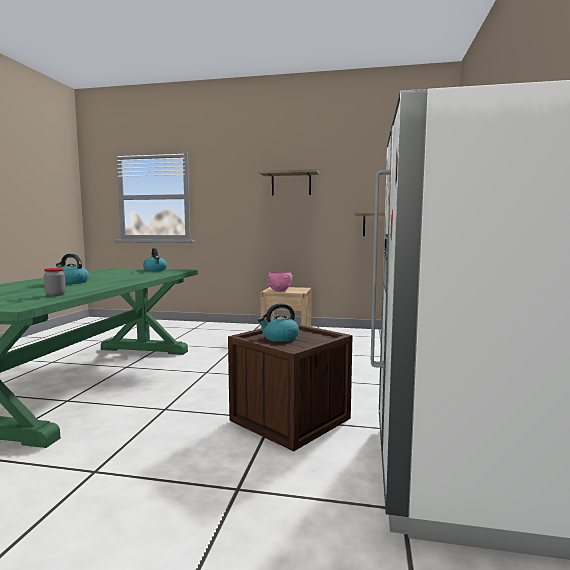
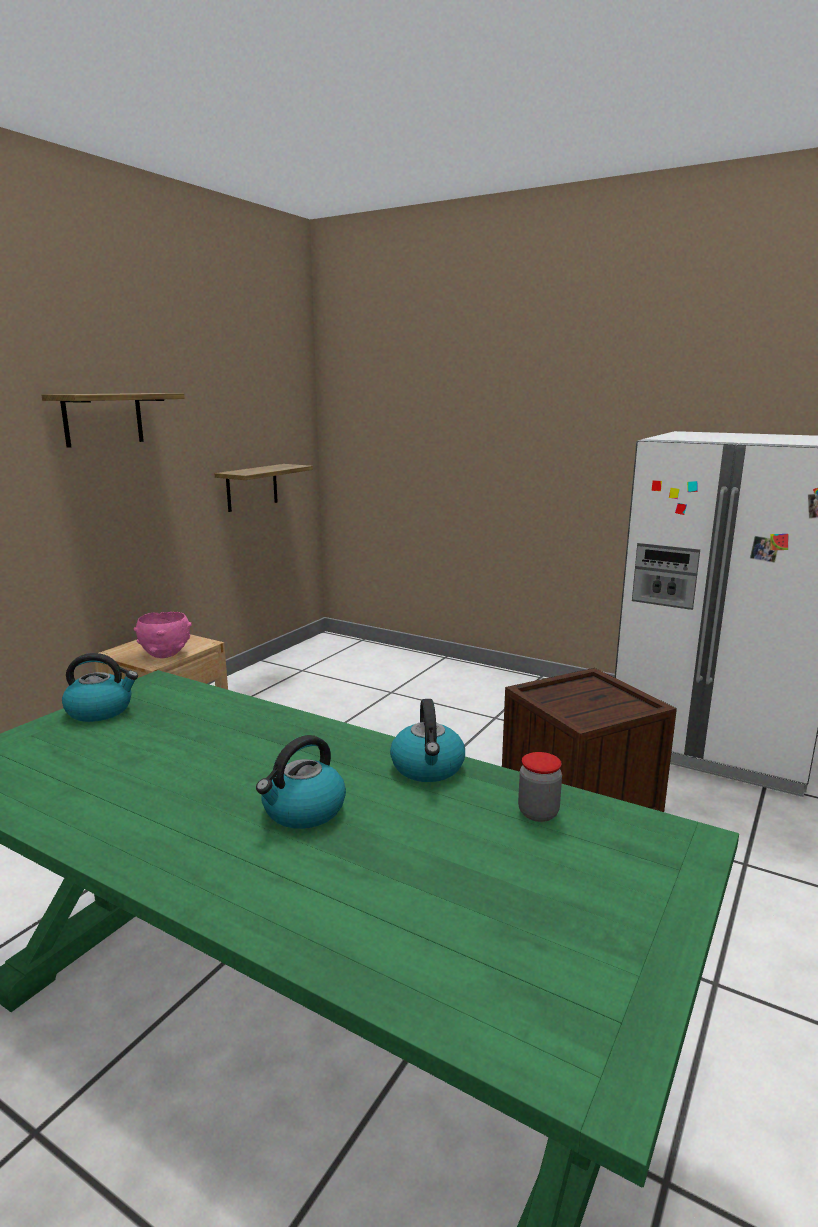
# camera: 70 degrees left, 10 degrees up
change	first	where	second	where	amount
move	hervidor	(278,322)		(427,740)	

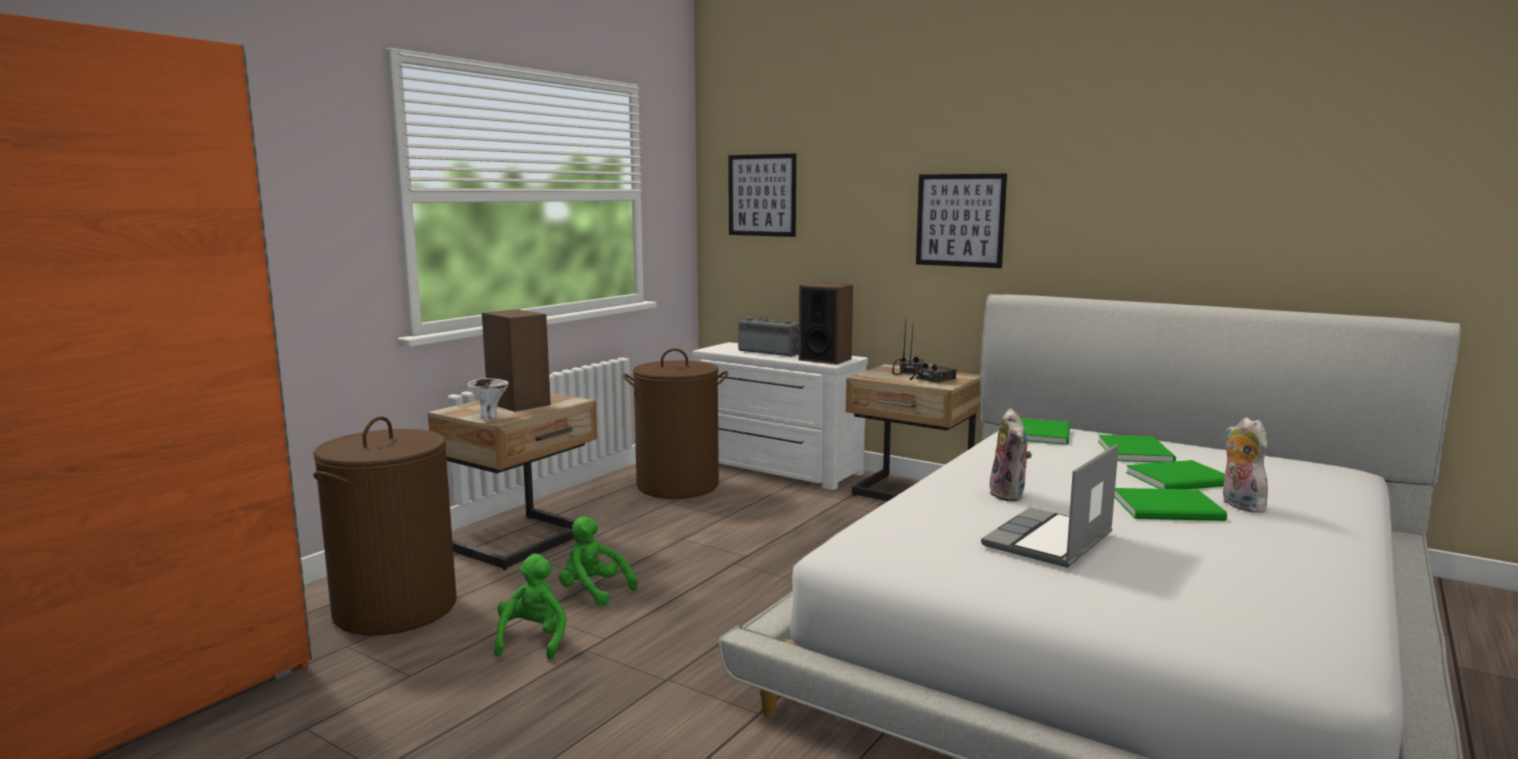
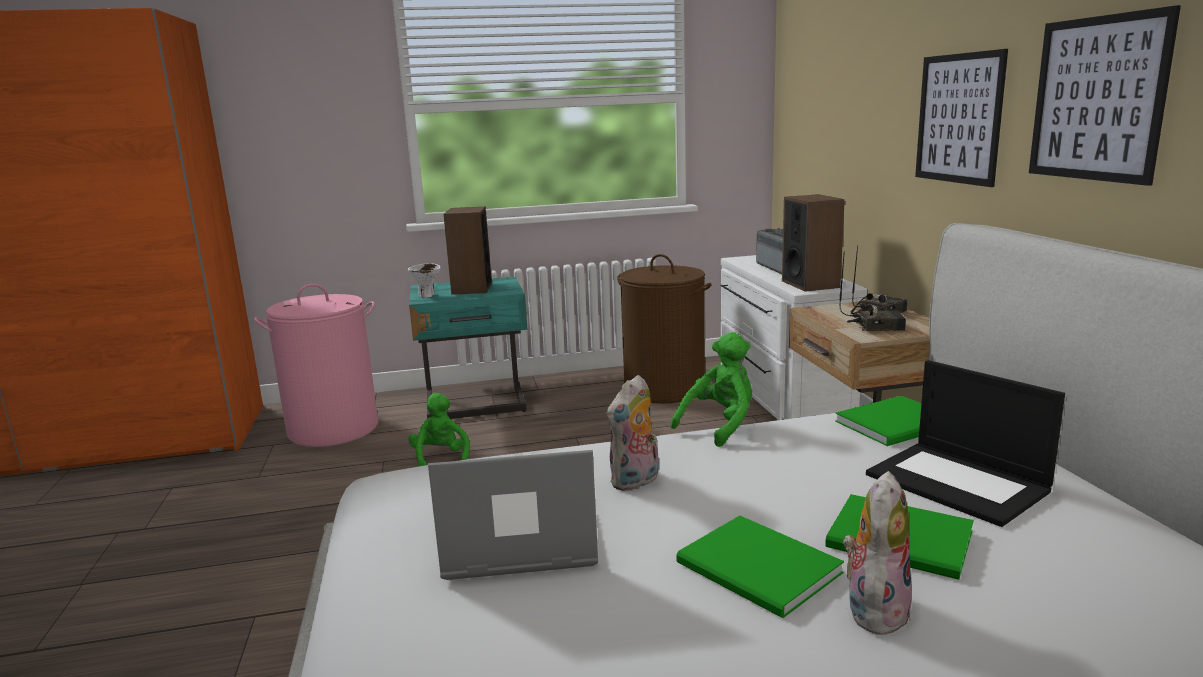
# camera: 45 degrees right, 5 degrees up
change	first	where	second	where	amount
recolor	cesto de la ropa/marrón	(384,526)	cesto de la ropa/rosa	(316,365)	
recolor	mesita de noche/beis	(512,481)	mesita de noche/turquesa	(468,348)	
move	peluche/verde	(530,606)		(711,389)	
move	cuadro	(762,195)		(1105,95)	
replace	libro/verde	(1137,449)	portátil	(965,443)	

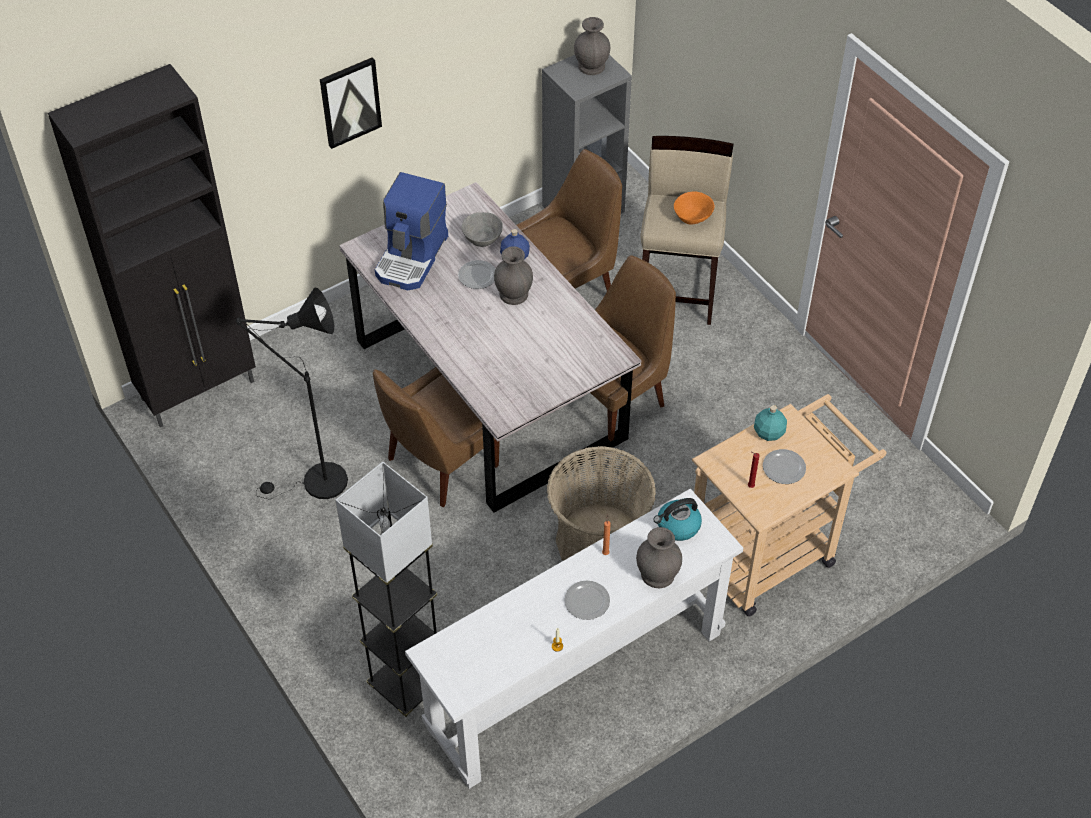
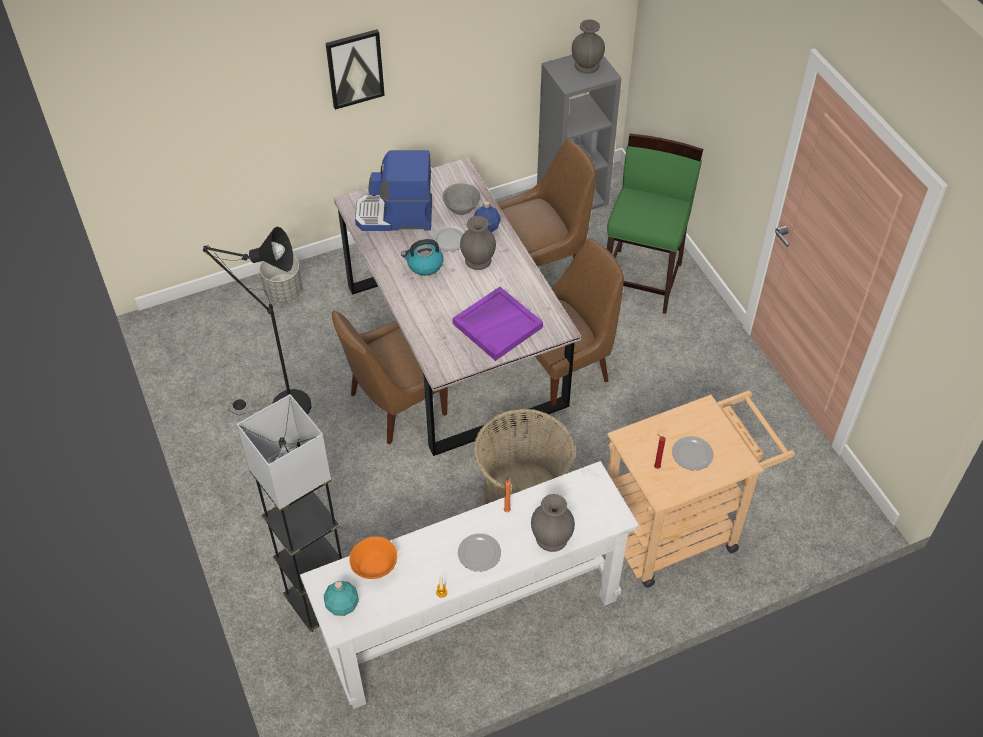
# camera: 10 degrees right, 0 degrees up
change	first	where	second	where	amount
delete	armario/negro	(152,246)			
rotate	cafetera	(411,231)		(393,190)	60 degrees clockwise
recolor	taburete/beis	(687,230)	taburete/verde	(655,224)	
move	hervidor	(677,519)		(422,257)	
move	cuenco/naranja	(694,208)		(373,558)	
move	botella/turquesa	(770,423)		(341,598)	
insert			maceta/gris	(281,279)	
insert			bandeja/morado	(498,324)	

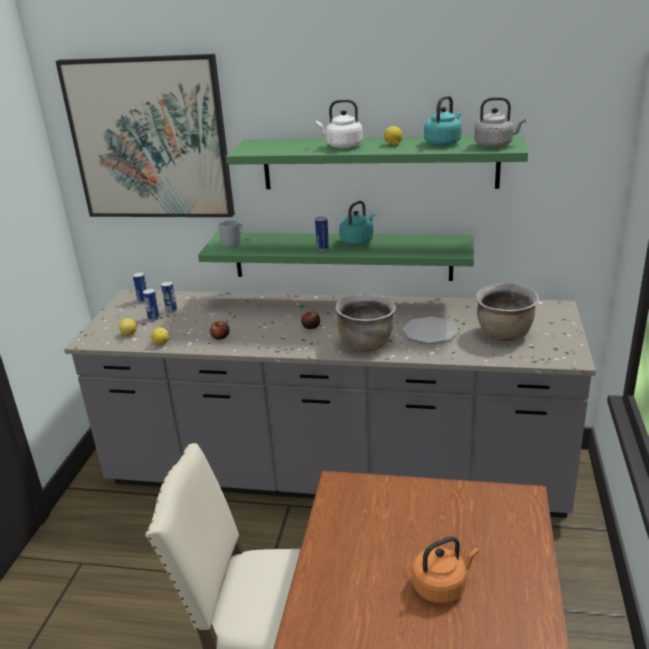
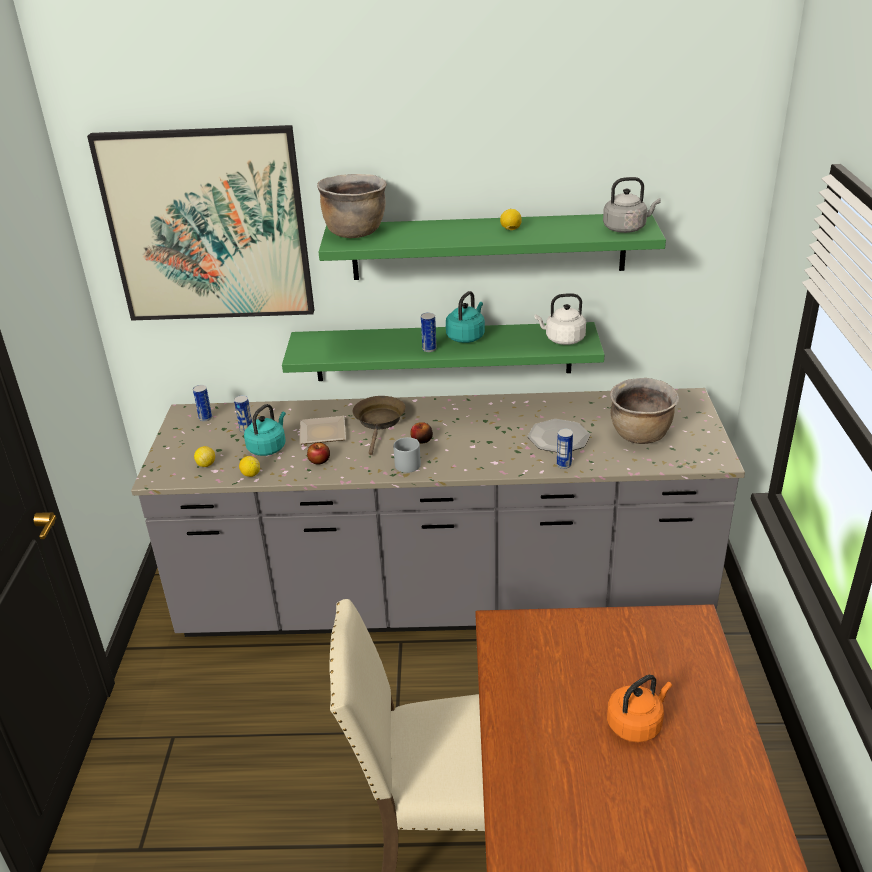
# camera: 10 degrees left, 5 degrees up
change	first	where	second	where	amount
move	lata	(151,305)		(565,449)	
move	taza grande/gris	(230,233)		(407,455)	
move	hervidor/blanco	(339,124)		(560,319)	
move	olla/marrón	(365,323)		(352,206)	
move	hervidor/turquesa	(443,121)		(265,430)	
insert			plato	(323,430)	
insert			sartén/marrón	(379,425)	

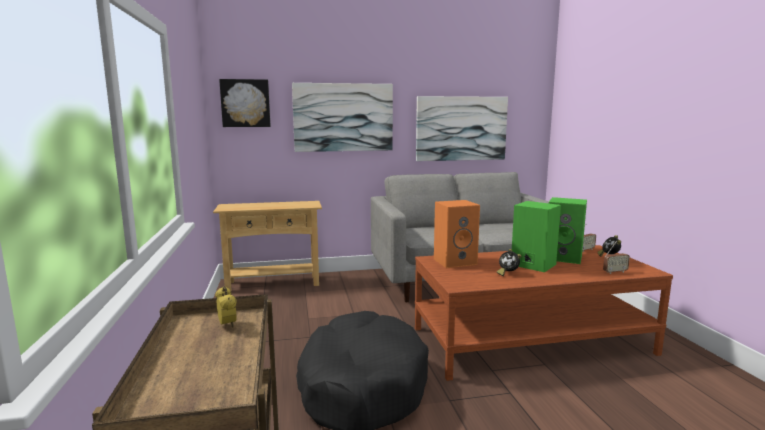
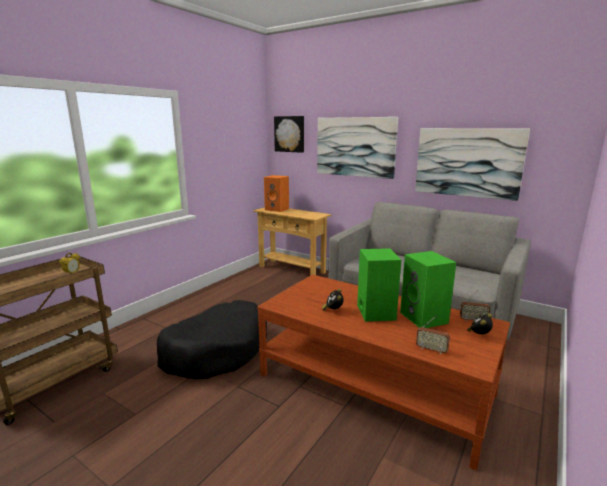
# camera: 45 degrees right, 5 degrees up
change	first	where	second	where	amount
move	altavoz/naranja	(457,234)		(276,193)	

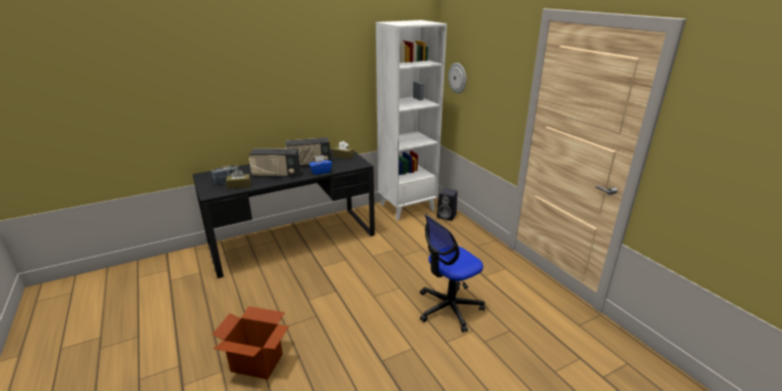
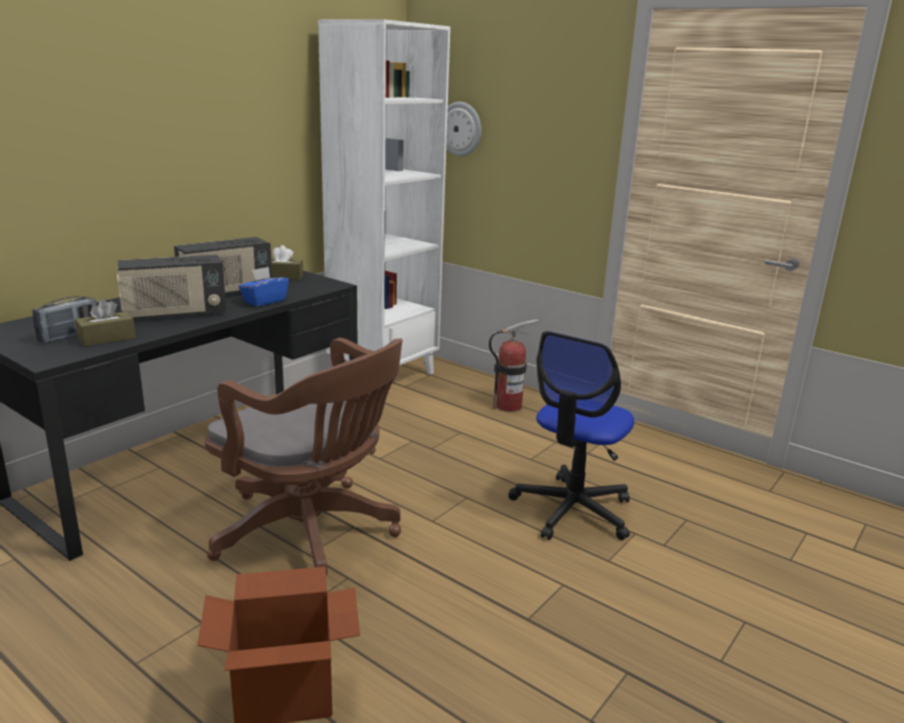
# camera: 25 degrees left, 5 degrees down
change	first	where	second	where	amount
delete	altavoz/negro	(447,204)			
insert			silla de oficina/marrón	(303,456)	
insert			extintor	(514,365)	

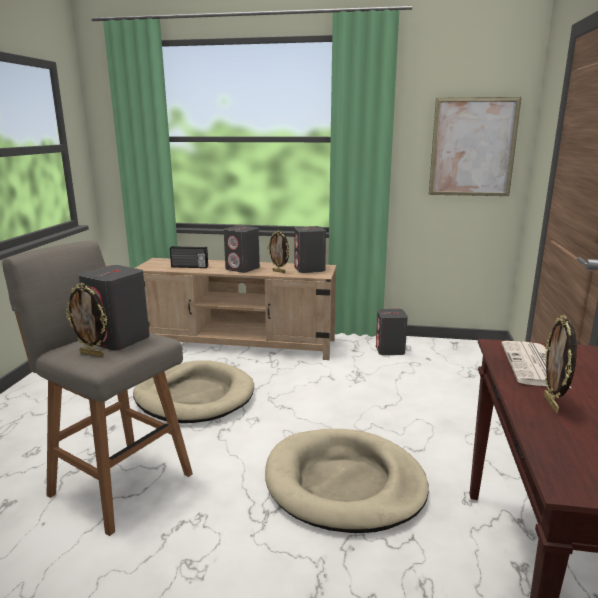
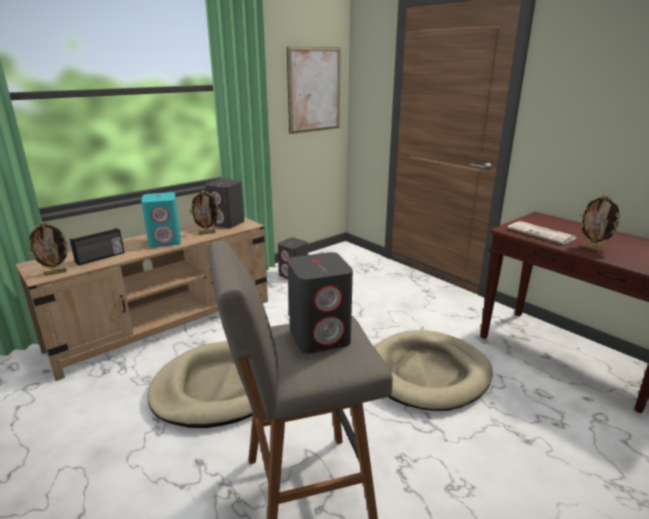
# camera: 50 degrees left, 5 degrees up
change	first	where	second	where	amount
move	portarretratos	(86,320)		(48,249)	
recolor	altavoz/gris	(242,249)	altavoz/turquesa	(161,219)	

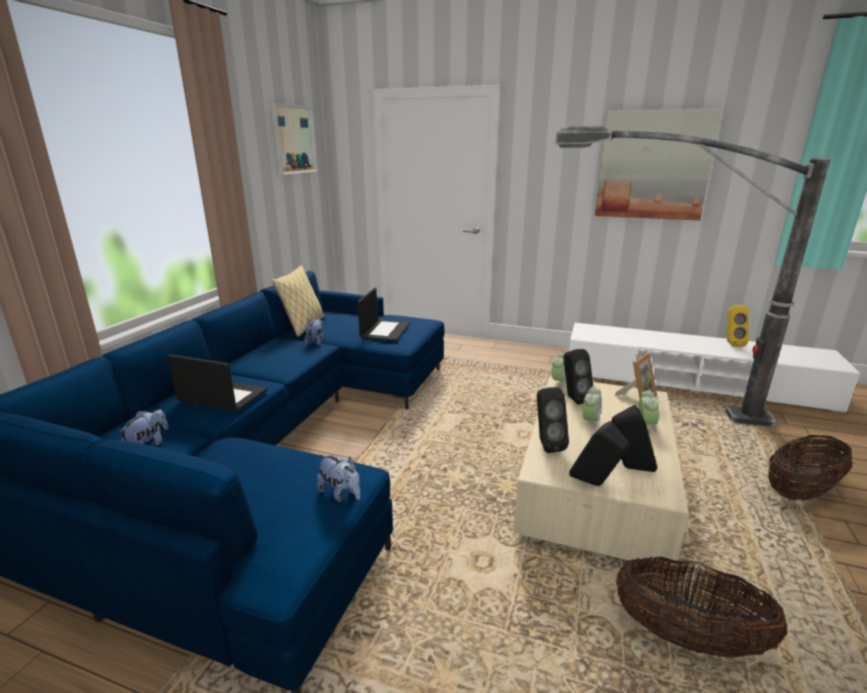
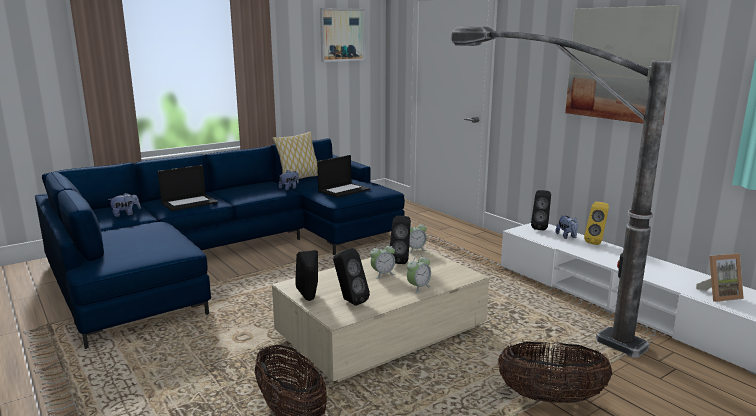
# camera: 35 degrees right, 5 degrees down
change	first	where	second	where	amount
rotate	portátil	(218,383)		(188,188)	90 degrees clockwise
move	peluche	(338,478)		(566,227)	
move	altavoz/negro	(553,420)		(541,210)	
move	portarretratos	(636,375)		(720,277)	
move	altavoz/amarillo	(738,326)		(596,223)	

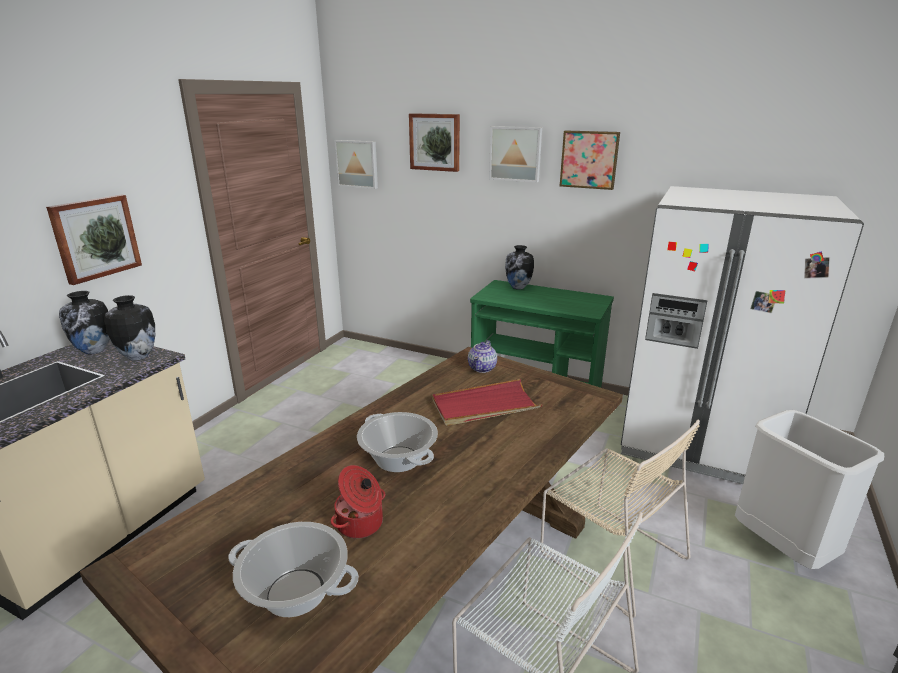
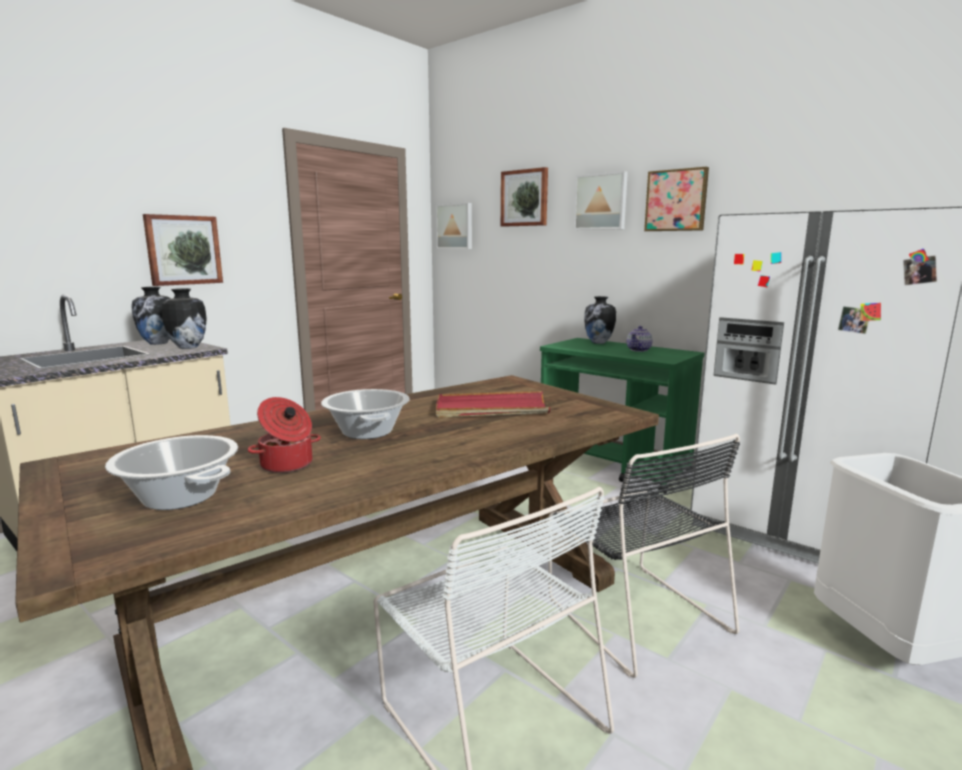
# camera: 15 degrees right, 10 degrees down
change	first	where	second	where	amount
move	tetera	(482,356)		(639,339)	
recolor	silla/beis	(620,519)	silla/negro	(644,556)	

